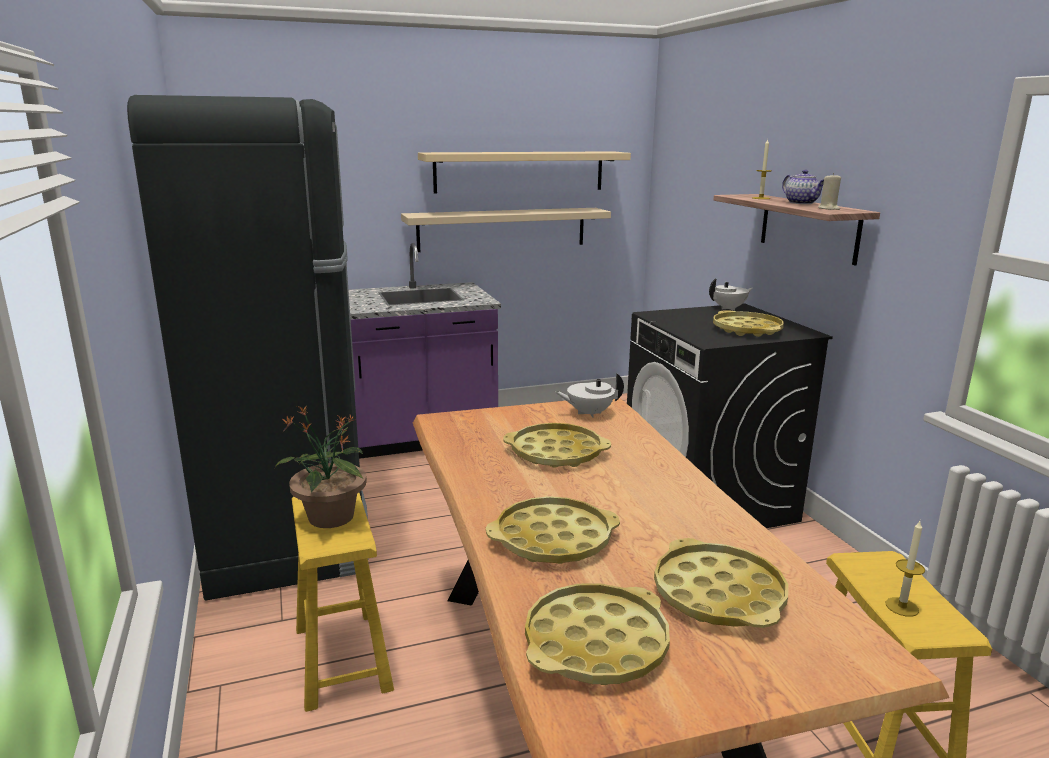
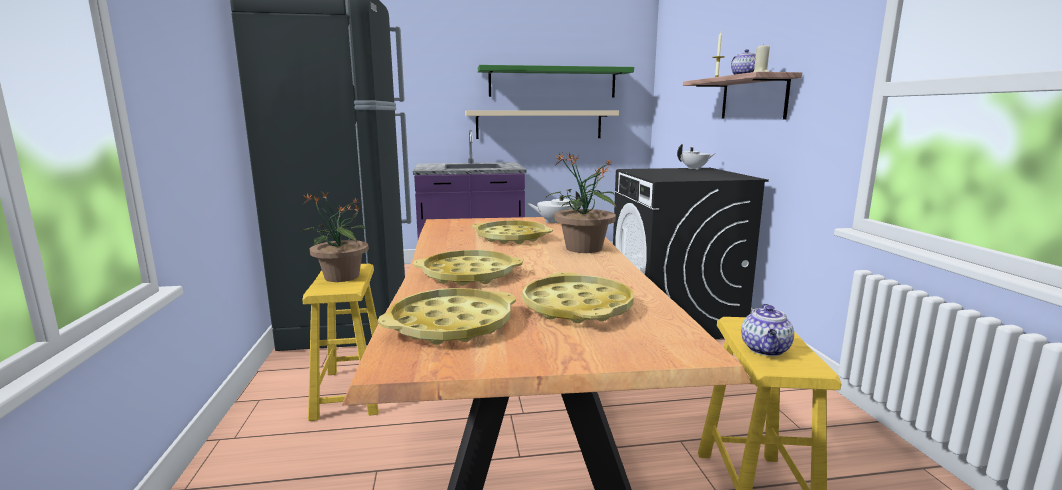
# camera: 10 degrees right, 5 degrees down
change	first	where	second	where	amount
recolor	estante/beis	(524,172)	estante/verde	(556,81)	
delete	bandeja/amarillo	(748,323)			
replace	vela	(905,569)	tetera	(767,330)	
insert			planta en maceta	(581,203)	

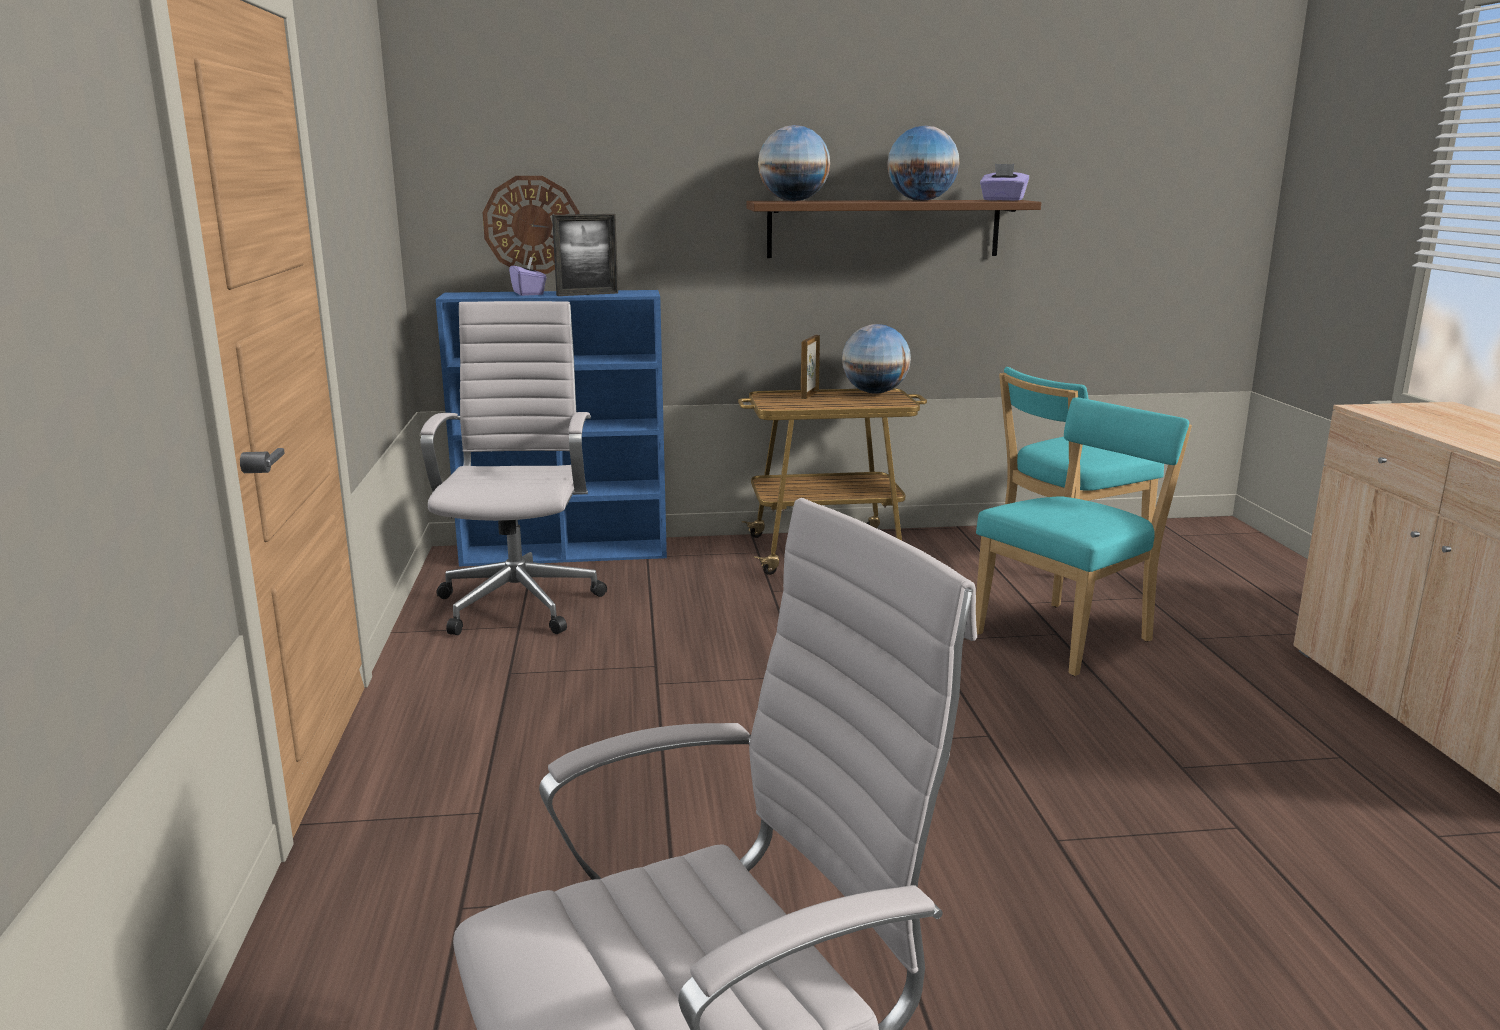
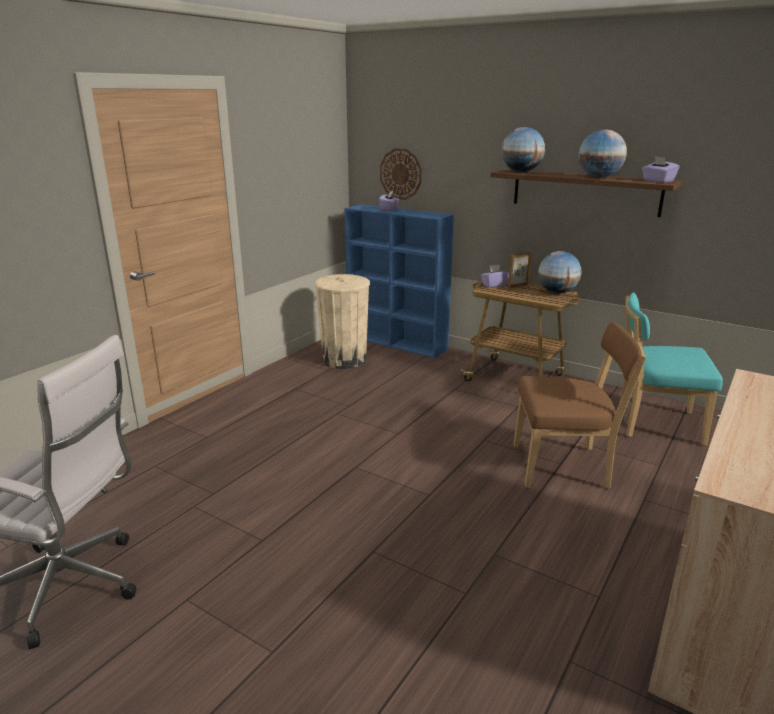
# camera: 40 degrees right, 5 degrees up
change	first	where	second	where	amount
replace	silla de oficina/blanco	(513,468)	papelera/beis	(342,321)	
delete	portarretratos	(585,255)			
recolor	silla/turquesa	(1084,536)	silla/marrón	(580,405)	
insert			caja de pañuelos/morado	(495,276)	

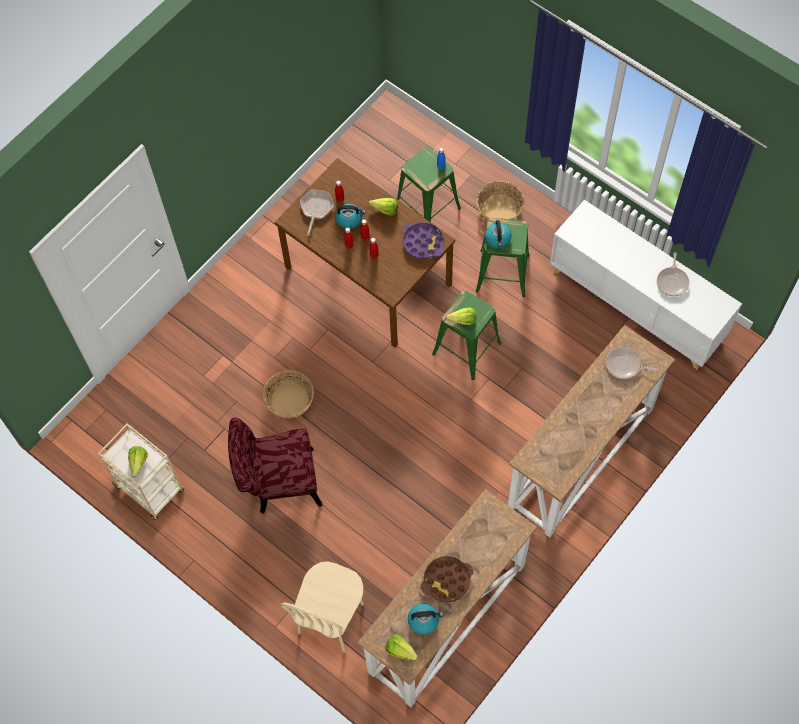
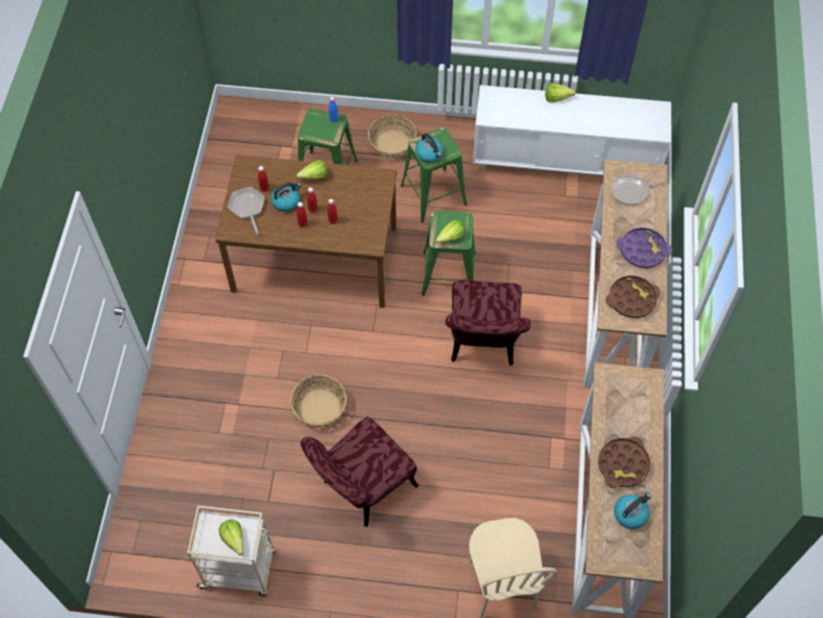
# camera: 35 degrees left, 5 degrees down
change	first	where	second	where	amount
move	lechuga	(402,647)		(560,92)	
move	bandeja/morado	(423,240)		(644,247)	
delete	sartén	(673,274)			
insert			silla/rojo	(488,323)	
insert			bandeja/marrón	(633,296)	

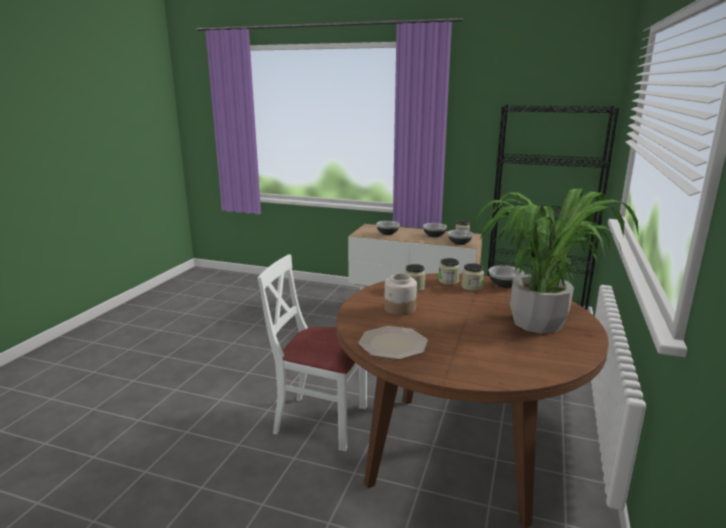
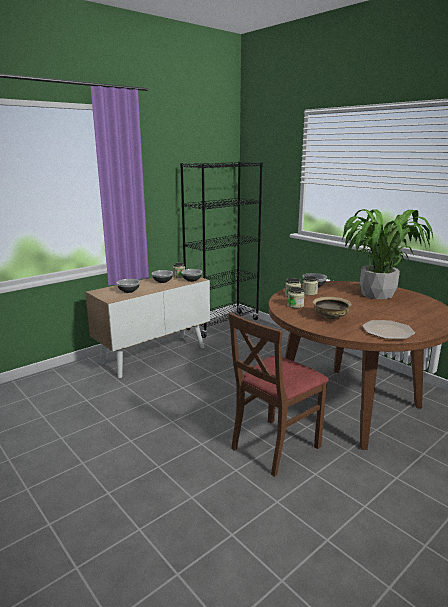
# camera: 60 degrees left, 0 degrees up
change	first	where	second	where	amount
recolor	silla/blanco	(312,352)	silla/marrón	(278,394)	
replace	tarro	(400,295)	cuenco/beis	(332,308)	

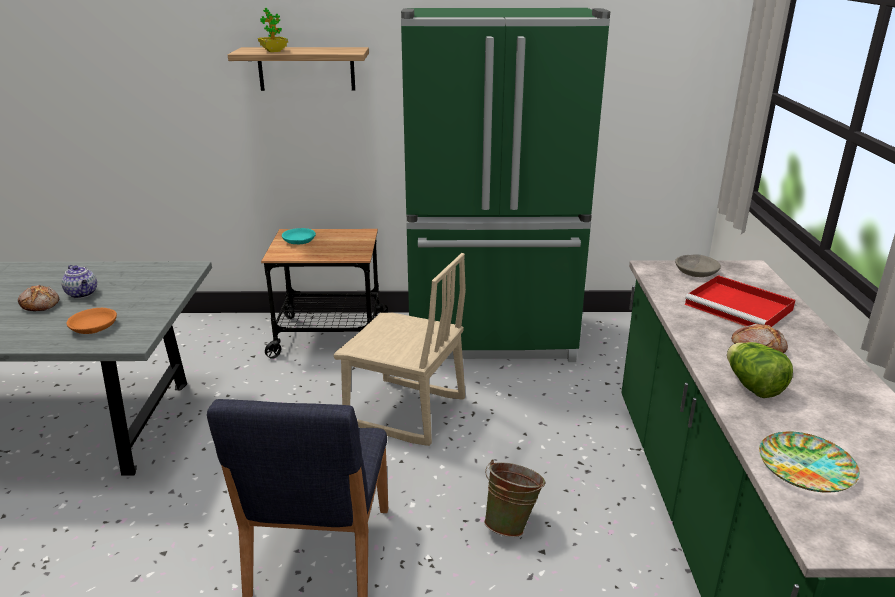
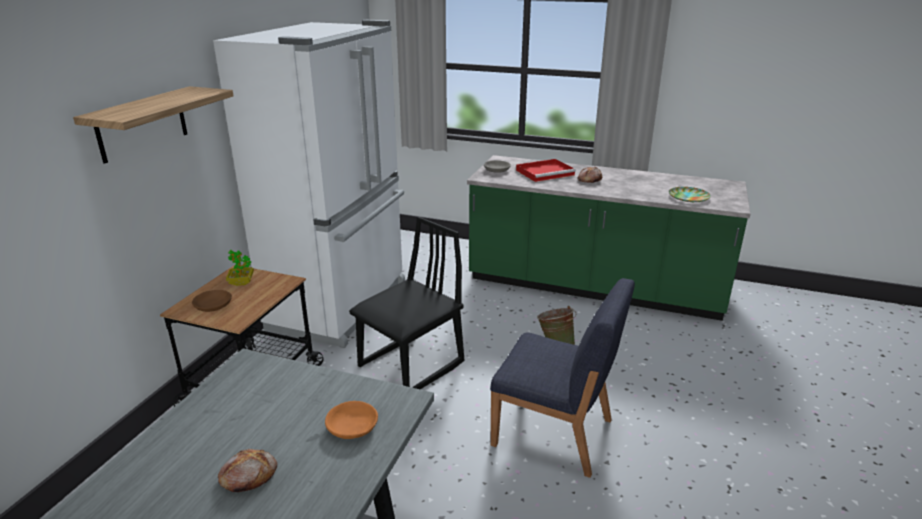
# camera: 70 degrees left, 0 degrees up
change	first	where	second	where	amount
delete	tetera	(79,281)			
move	planta en maceta	(273,30)		(240,268)	
recolor	cuenco/turquesa	(299,236)	cuenco/marrón	(212,301)	
recolor	silla/beis	(400,349)	silla/negro	(406,303)	
recolor	nevera/verde	(505,185)	nevera/blanco	(309,184)	
delete	lechuga	(760,370)			

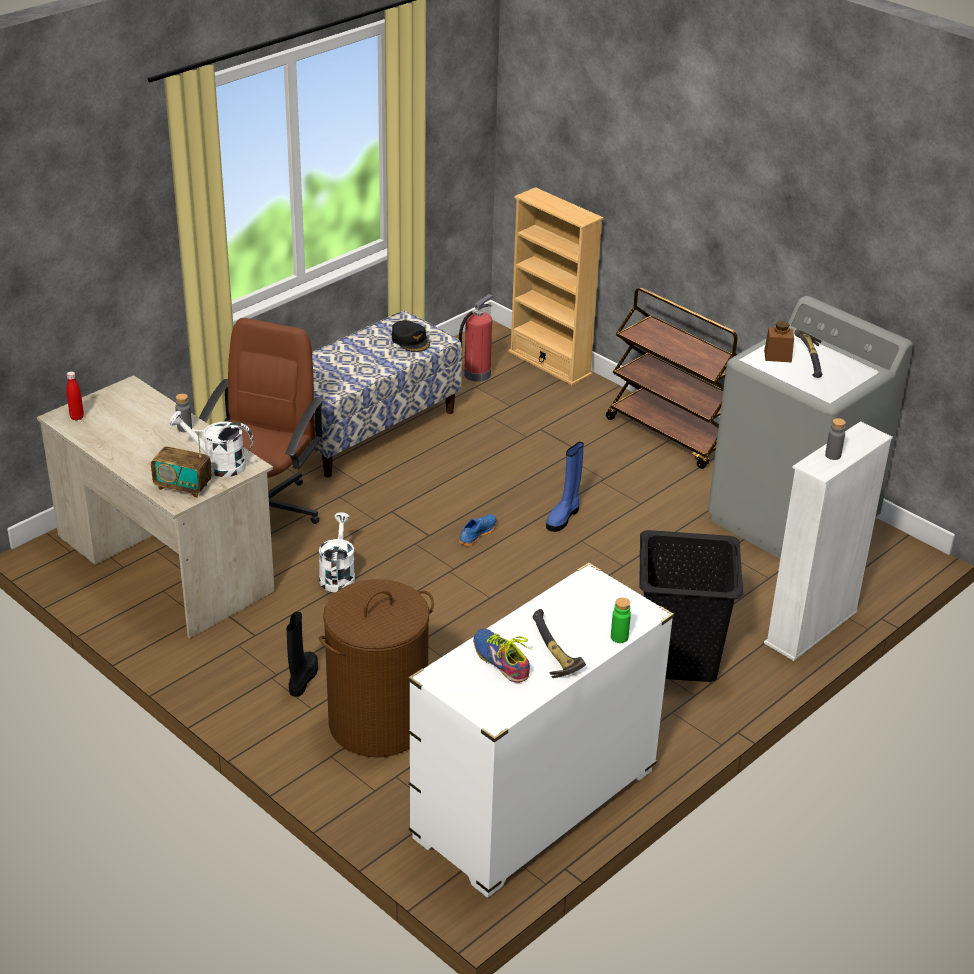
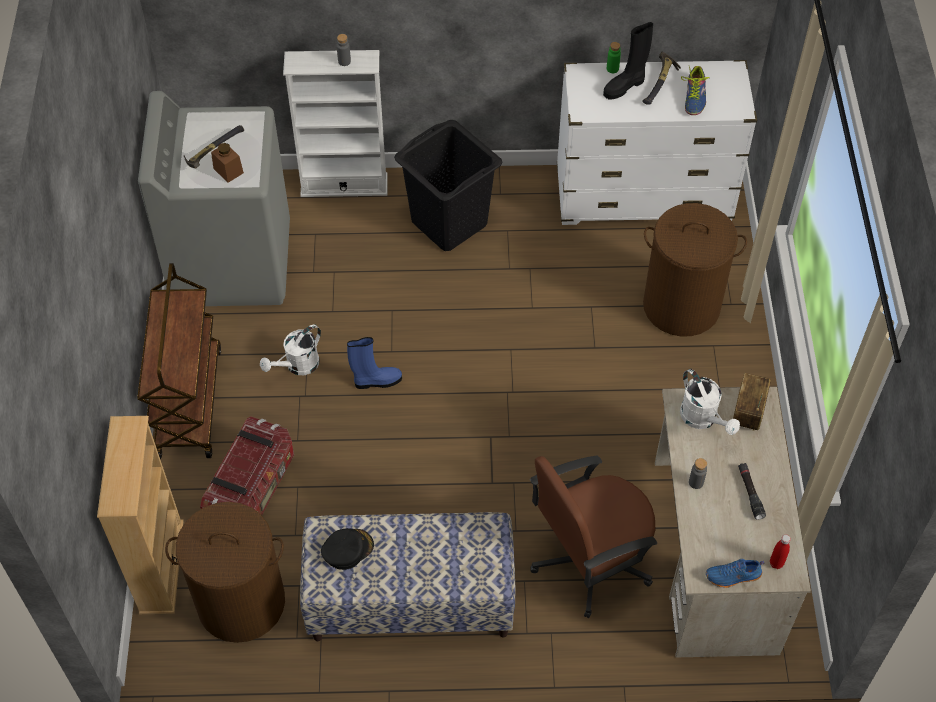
# camera: 135 degrees left, 20 degrees up
change	first	where	second	where	amount
rotate	radio	(181,464)		(752,402)	135 degrees counterclockwise
move	bota/negro	(302,654)		(628,61)	
move	regadera/blanco	(337,552)		(290,349)	
rotate	gorra/negro	(411,336)		(347,549)	45 degrees clockwise
replace	extintor	(476,338)	cesto de la ropa/marrón	(225,572)	
move	zapato/azul	(477,530)		(735,573)	
insert			caja de almacenaje	(247,465)	
insert			linterna/negro	(752,491)	

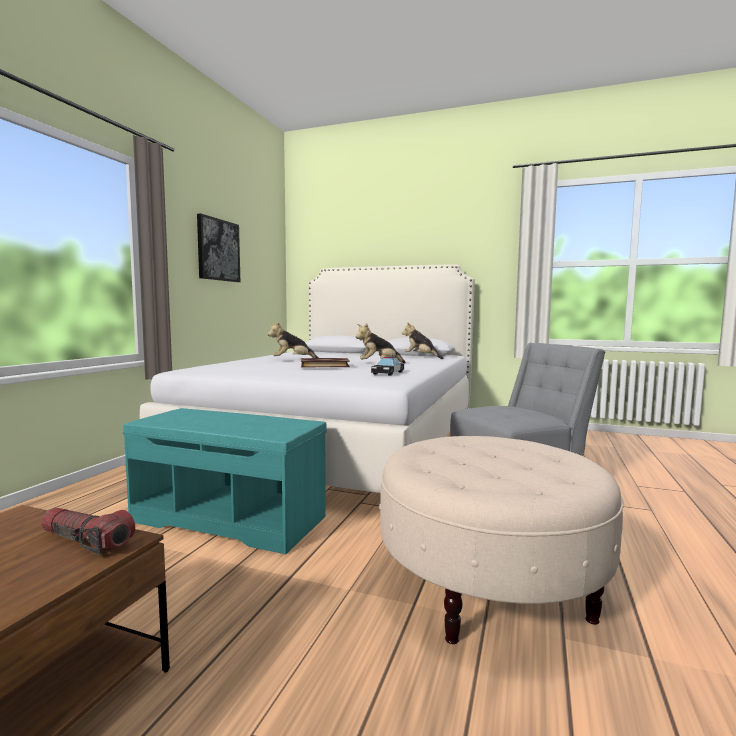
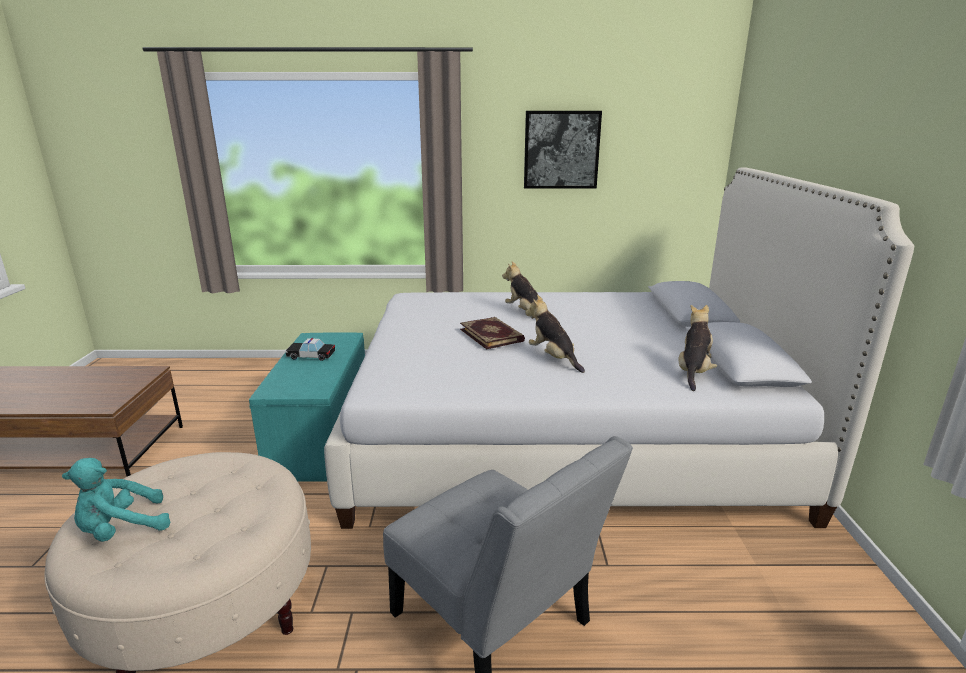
# camera: 70 degrees right, 15 degrees up
change	first	where	second	where	amount
delete	linterna	(88,531)			
move	coche de juguete	(387,366)		(310,349)	
insert			peluche/turquesa	(116,500)	

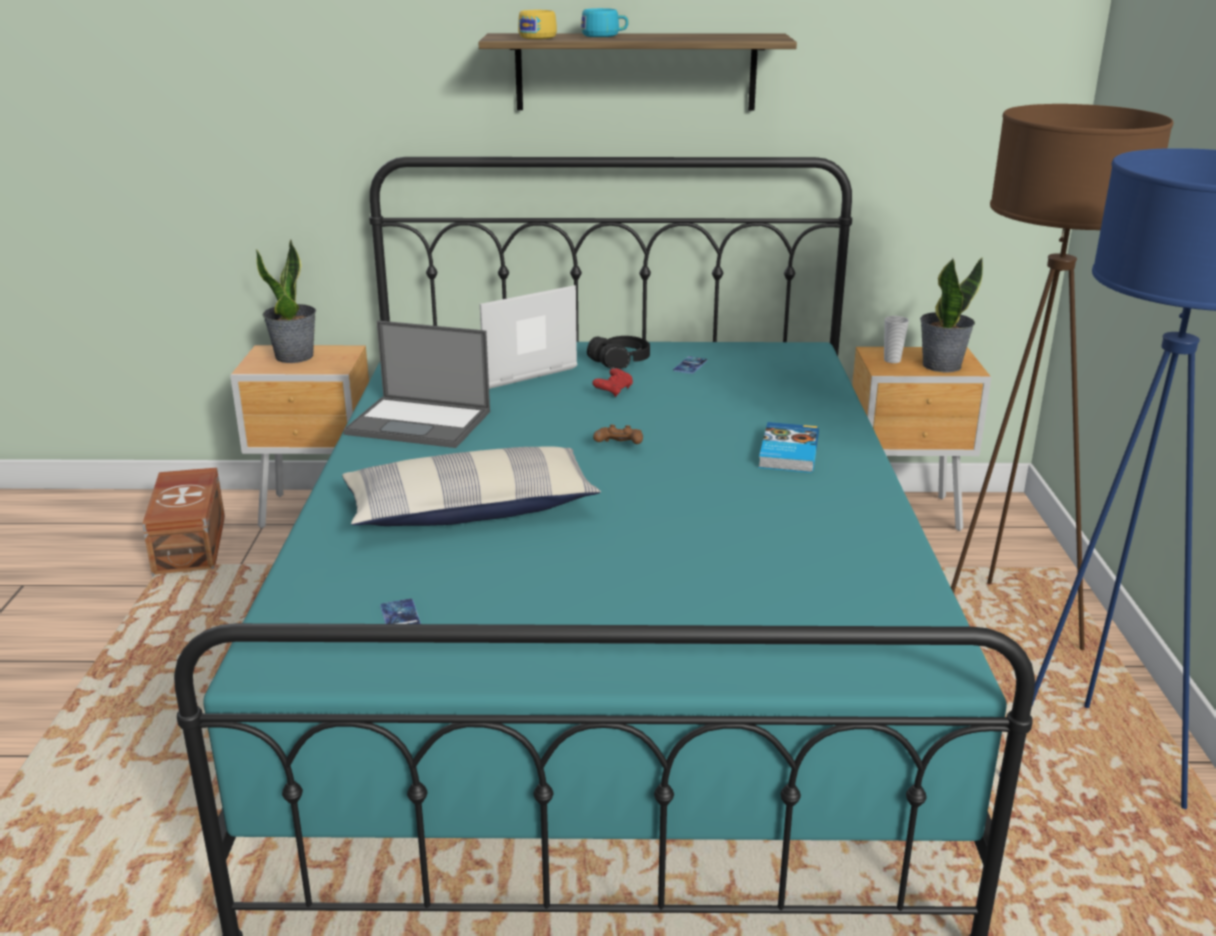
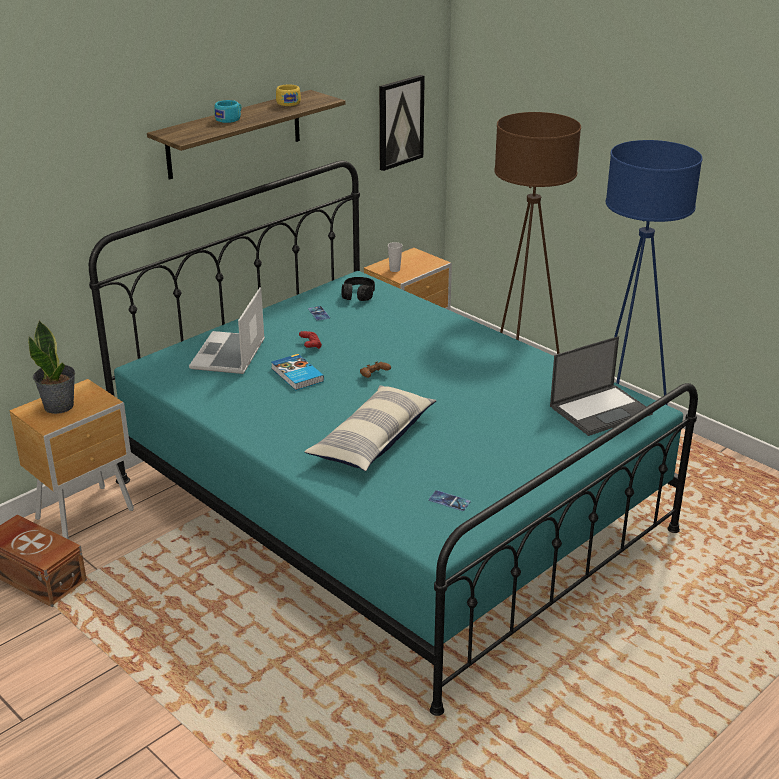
# camera: 45 degrees left, 5 degrees up
change	first	where	second	where	amount
move	portátil	(416,384)		(601,386)	
move	taza/amarillo	(537,24)		(288,95)	
move	auriculares/negro	(618,352)		(358,289)	
move	libro	(788,447)		(297,372)	
delete	planta en maceta	(951,315)			
insert			cuadro	(402,123)	

